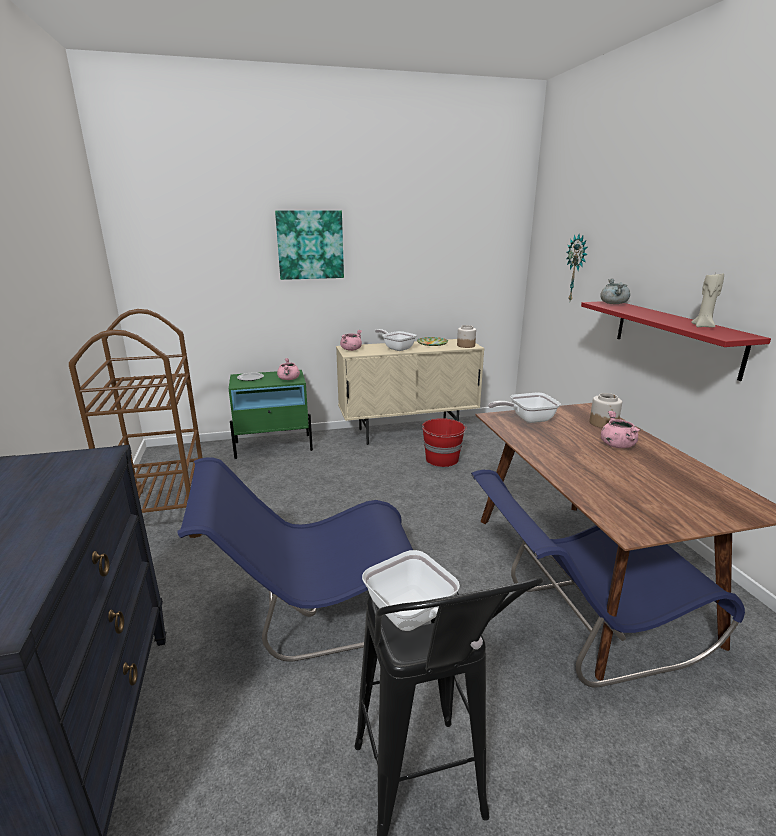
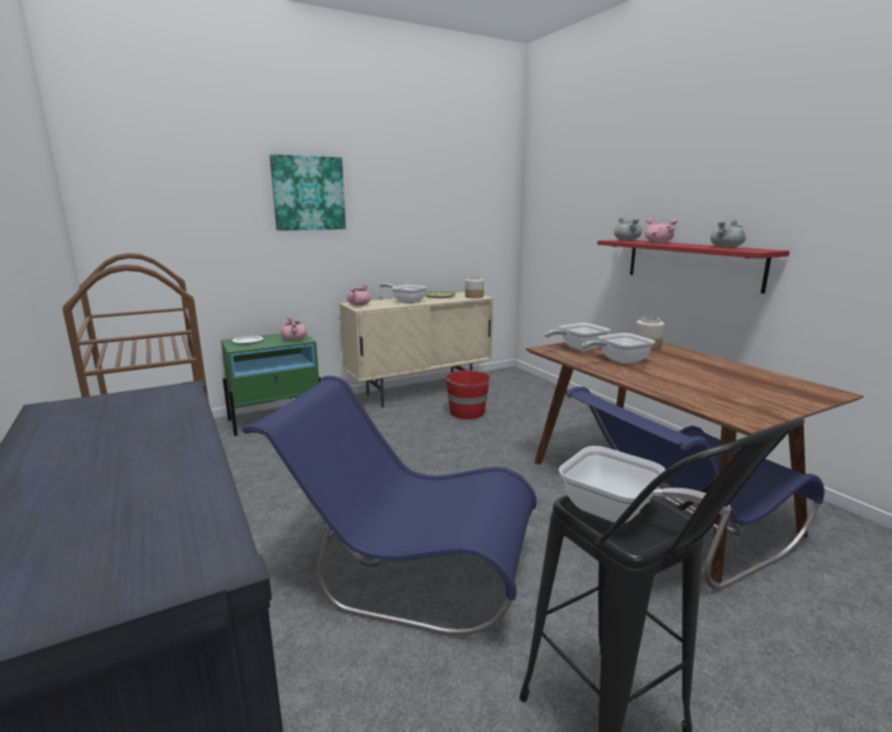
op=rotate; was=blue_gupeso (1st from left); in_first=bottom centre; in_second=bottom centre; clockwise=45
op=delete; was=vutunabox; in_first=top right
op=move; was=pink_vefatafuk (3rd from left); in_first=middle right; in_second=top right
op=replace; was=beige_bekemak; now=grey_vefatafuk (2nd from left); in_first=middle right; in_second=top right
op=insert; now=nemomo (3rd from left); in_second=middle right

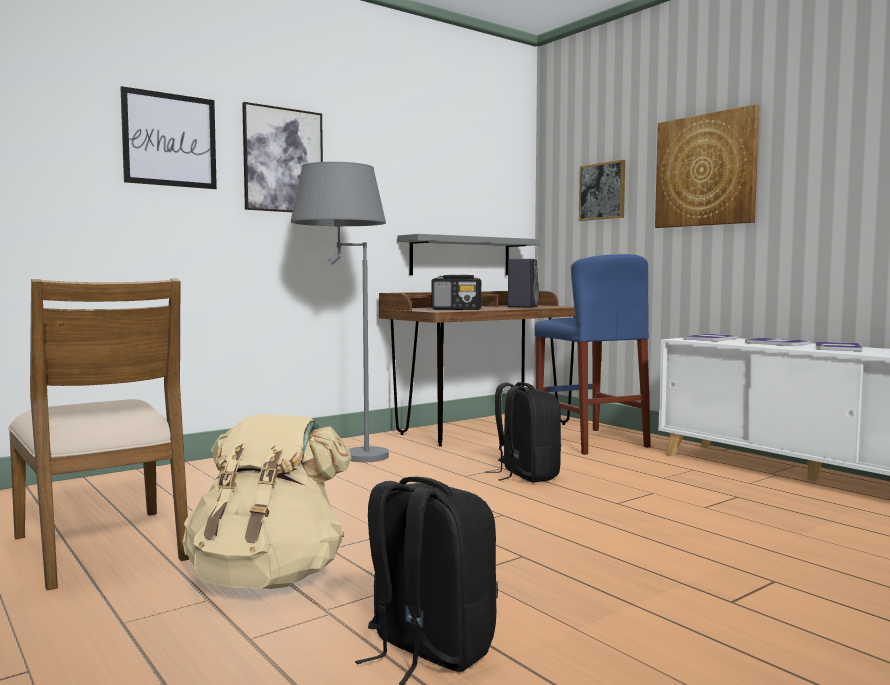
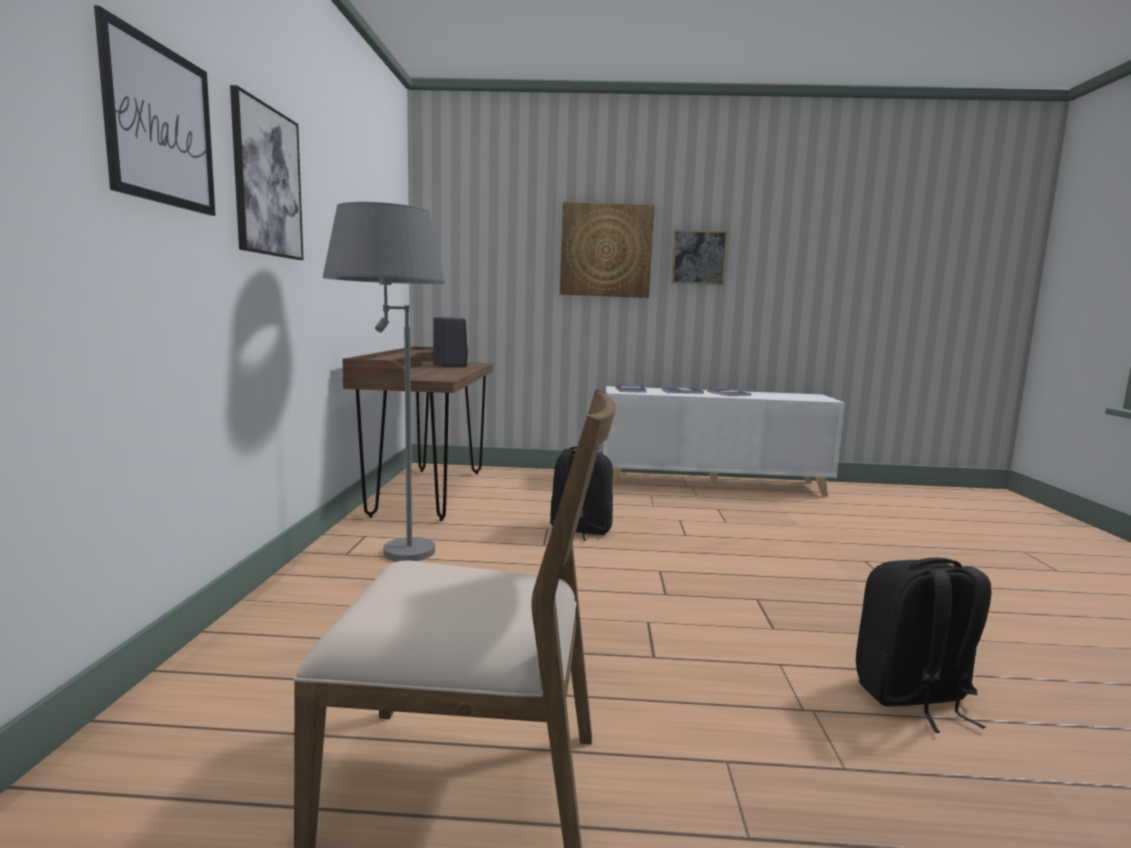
op=delete; was=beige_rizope; in_first=bottom left
op=delete; was=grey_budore; in_first=centre
op=delete; was=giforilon; in_first=centre
op=delete; was=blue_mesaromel; in_first=centre
op=move; was=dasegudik (3rd from left in the first image); now=dasegudik (4th from left); in_first=top right; in_second=top centre

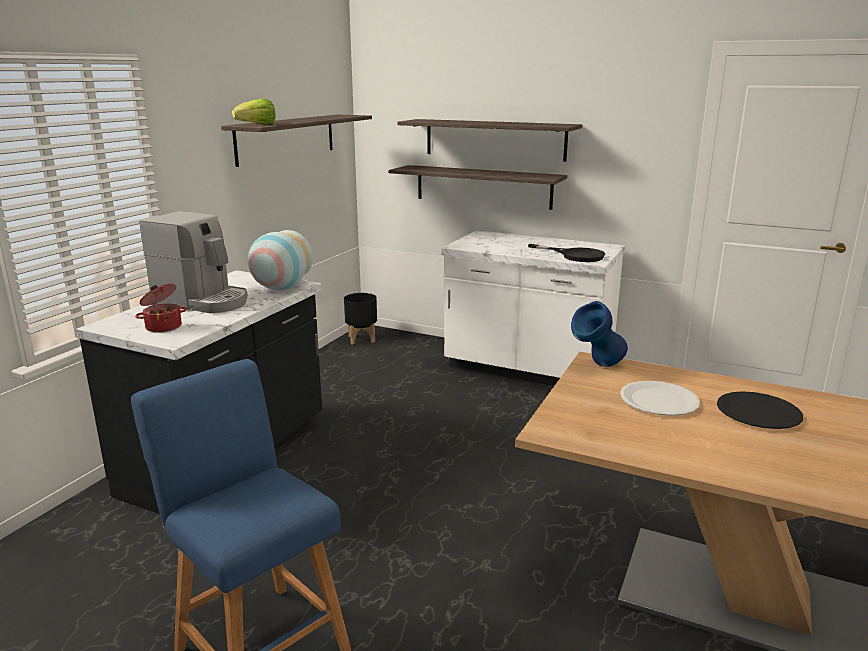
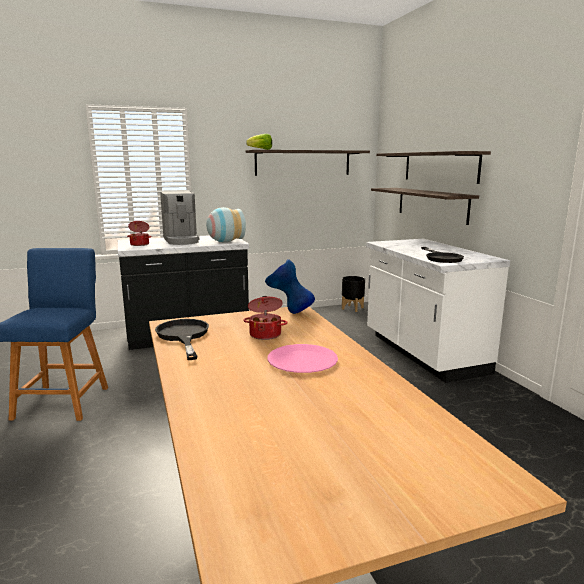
op=replace; was=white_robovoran; now=vefatafuk (2nd from left); in_first=middle right; in_second=centre
op=recolor; was=black_robovoran; now=pink_robovoran; in_first=middle right; in_second=centre
op=insert; now=black_nemomo (1st from left); in_second=middle left

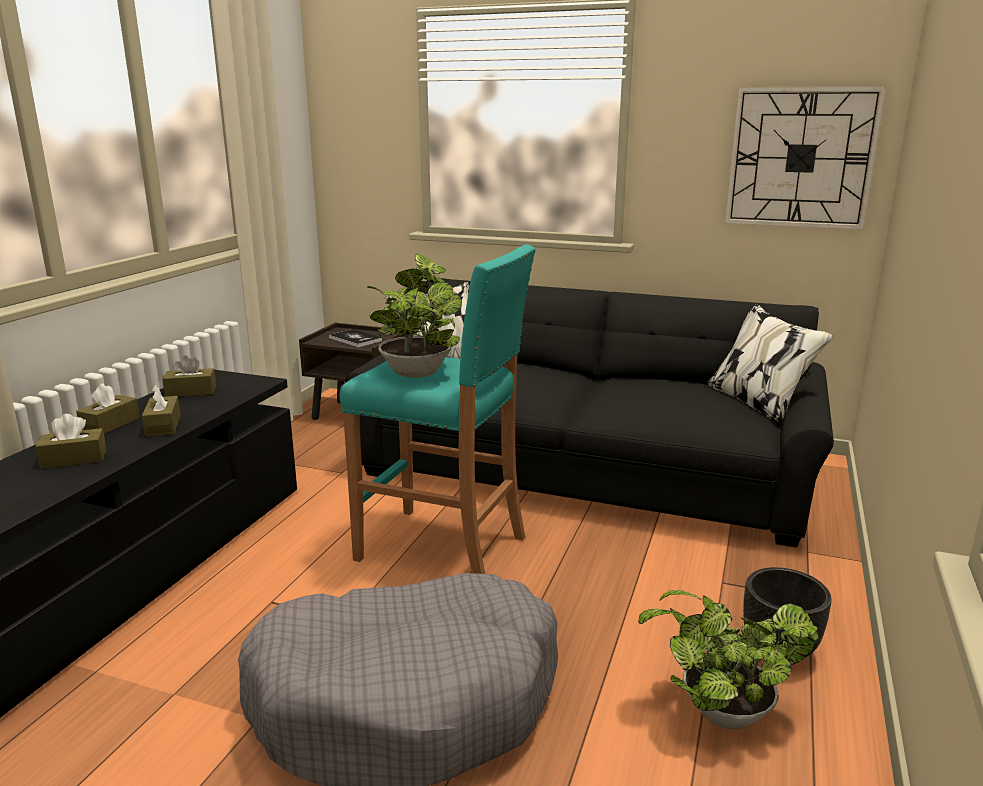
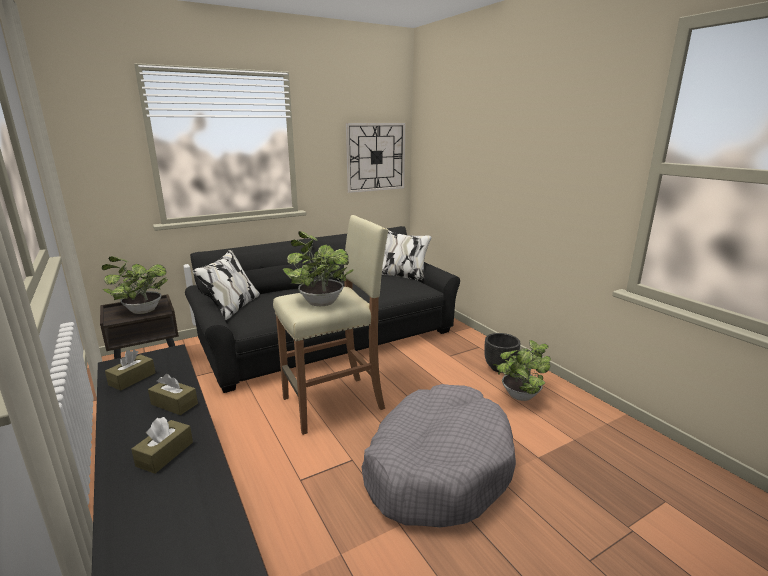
op=delete; was=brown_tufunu (2nd from left); in_first=middle left
op=replace; was=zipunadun; now=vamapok (1st from left); in_first=centre; in_second=middle left
op=recolor; was=turquoise_mesaromel; now=beige_mesaromel; in_first=centre; in_second=centre

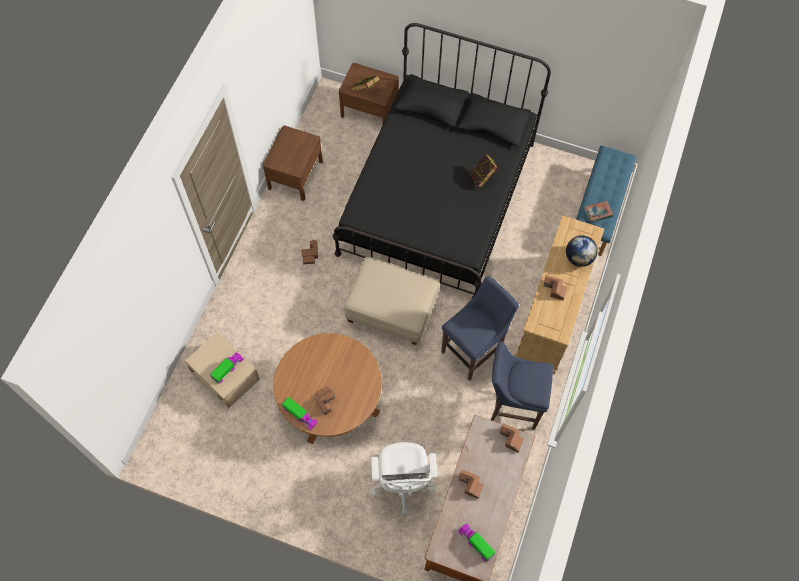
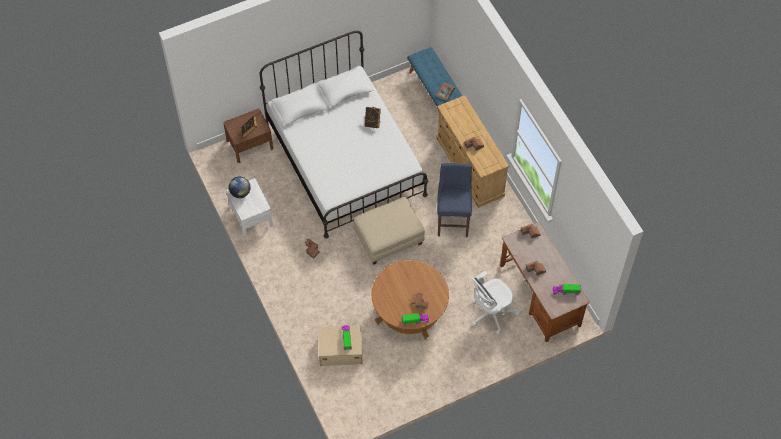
op=recolor; was=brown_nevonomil (1st from left); now=white_nevonomil; in_first=top centre; in_second=middle left
op=recolor; was=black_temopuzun; now=white_temopuzun; in_first=top centre; in_second=top centre
op=rotate; was=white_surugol; in_first=bottom centre; in_second=bottom centre; clockwise=105
op=delete; was=blue_mesaromel (2nd from left); in_first=centre
op=move; was=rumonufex; in_first=middle right; in_second=middle left

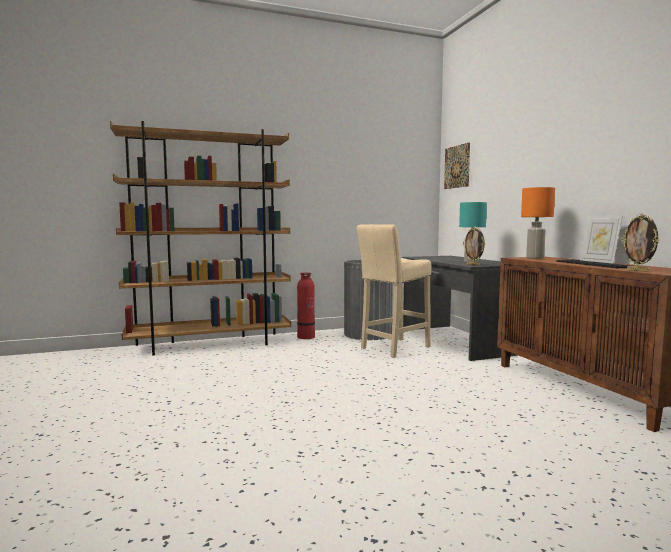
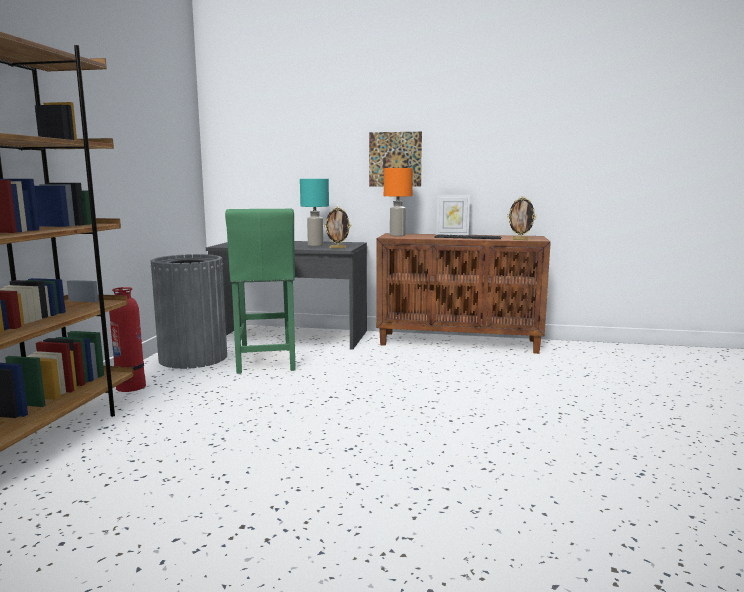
op=recolor; was=beige_mesaromel; now=green_mesaromel; in_first=centre; in_second=centre
op=move; was=dasegudik; in_first=top right; in_second=top centre

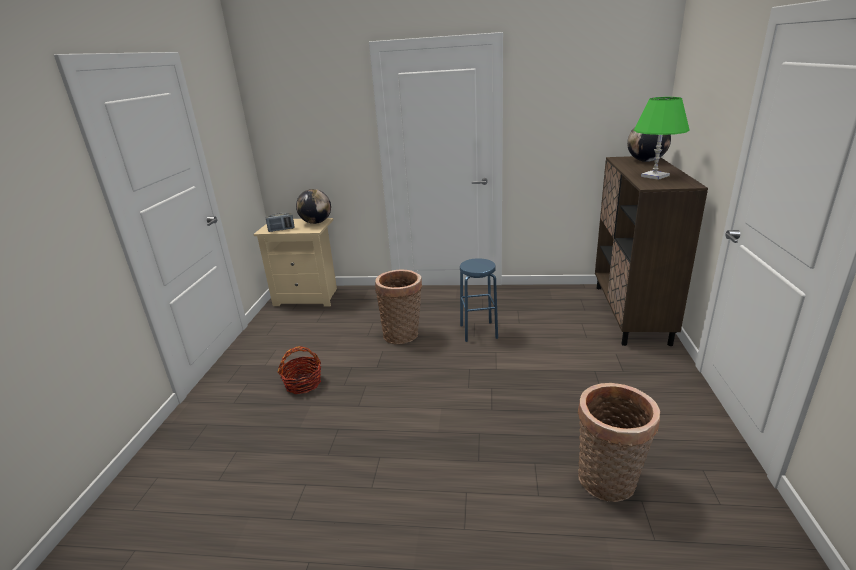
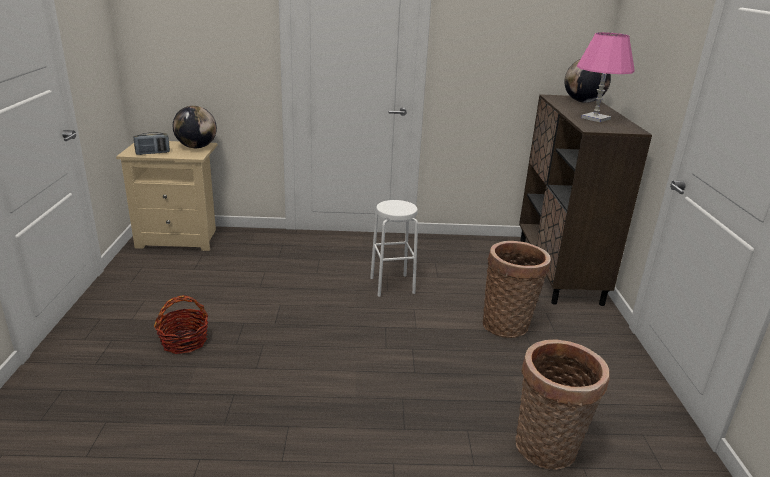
op=move; was=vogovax (2nd from left); in_first=centre; in_second=middle right
op=recolor; was=blue_mesaromel; now=white_mesaromel; in_first=centre; in_second=centre
op=recolor; was=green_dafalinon; now=pink_dafalinon; in_first=top right; in_second=top right

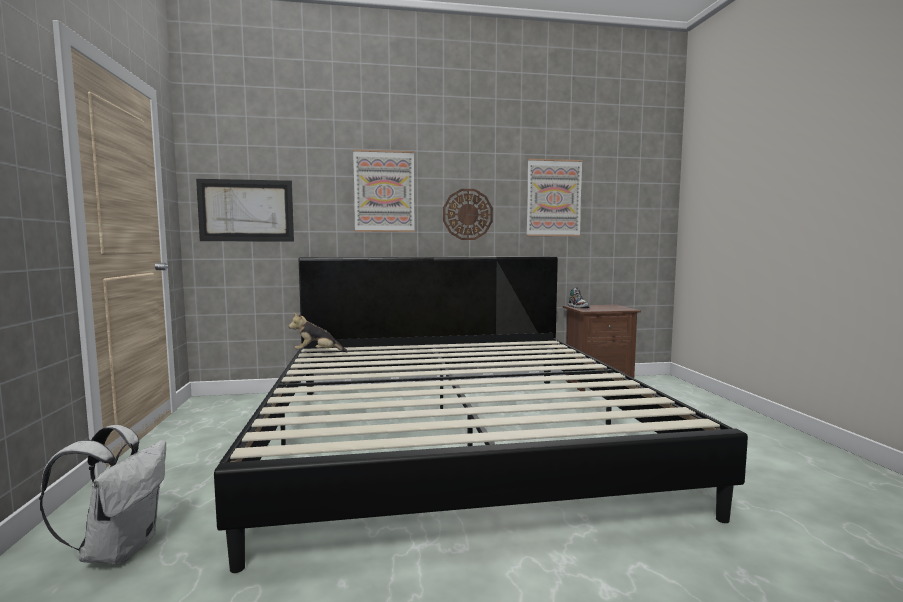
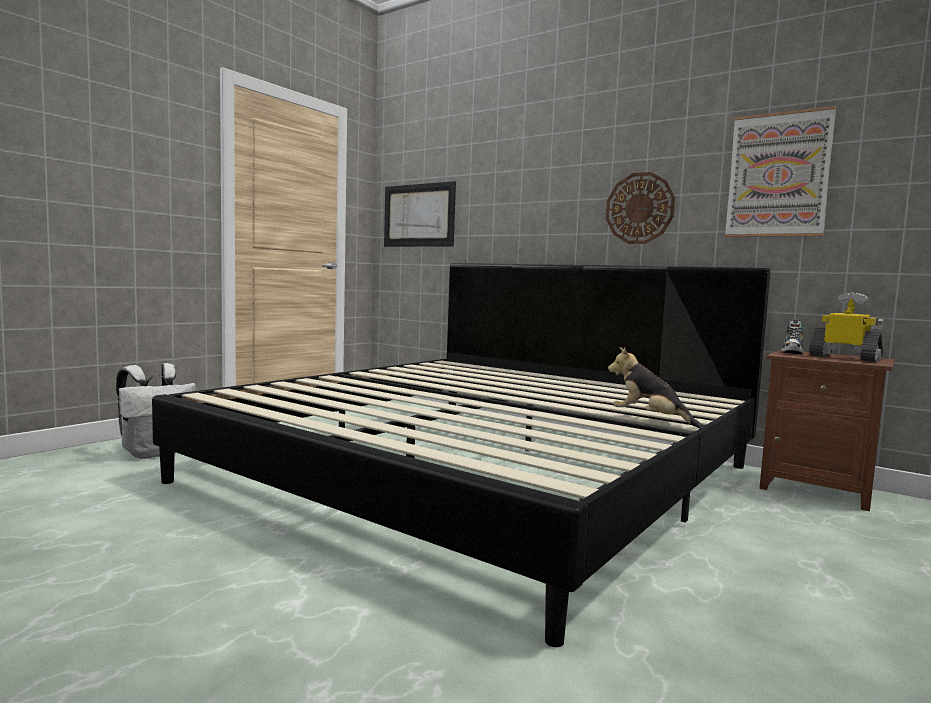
op=move; was=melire; in_first=centre; in_second=middle right
op=delete; was=dasegudik (2nd from left); in_first=top centre
op=insert; now=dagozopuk; in_second=middle right

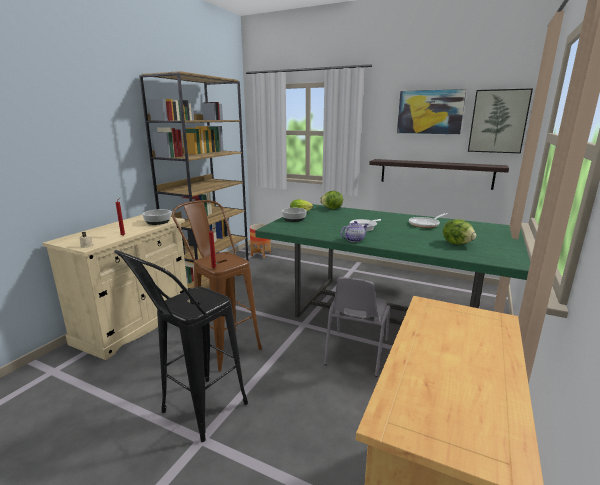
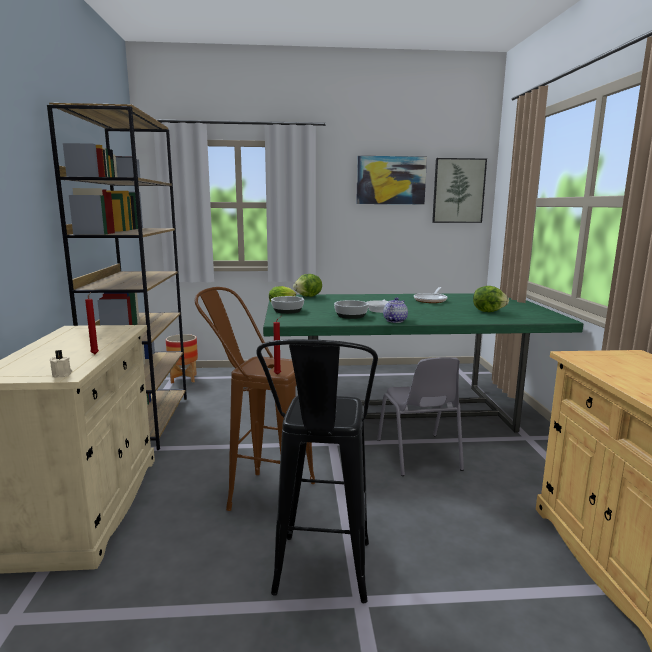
op=move; was=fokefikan (1st from left in the first image); now=fokefikan (2nd from left); in_first=middle left; in_second=centre
op=delete; was=budore; in_first=middle right

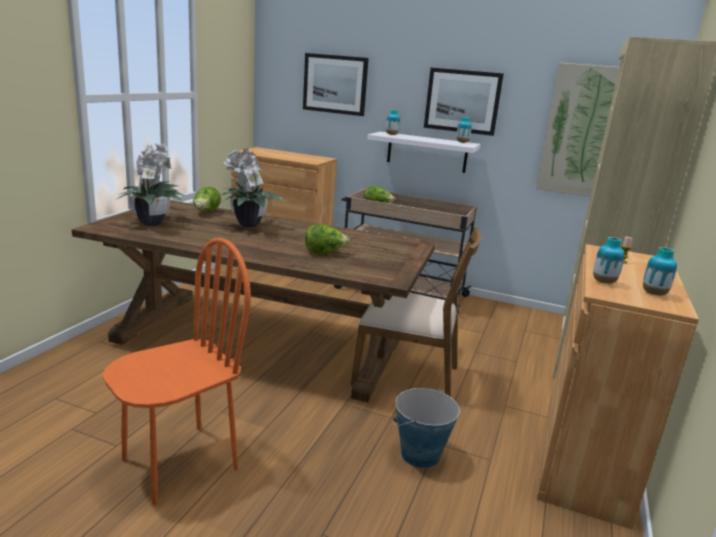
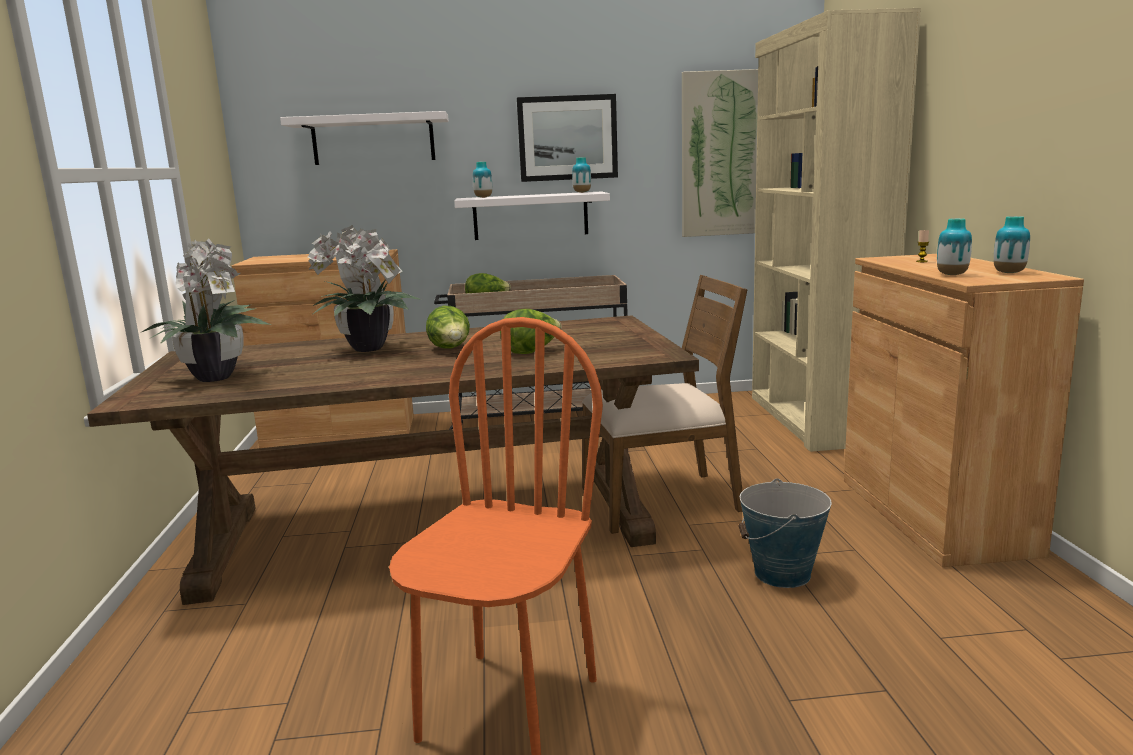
op=move; was=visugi (1st from left); in_first=middle left; in_second=centre
op=replace; was=dasegudik (1st from left); now=white_budore (1st from left); in_first=top centre; in_second=top left

